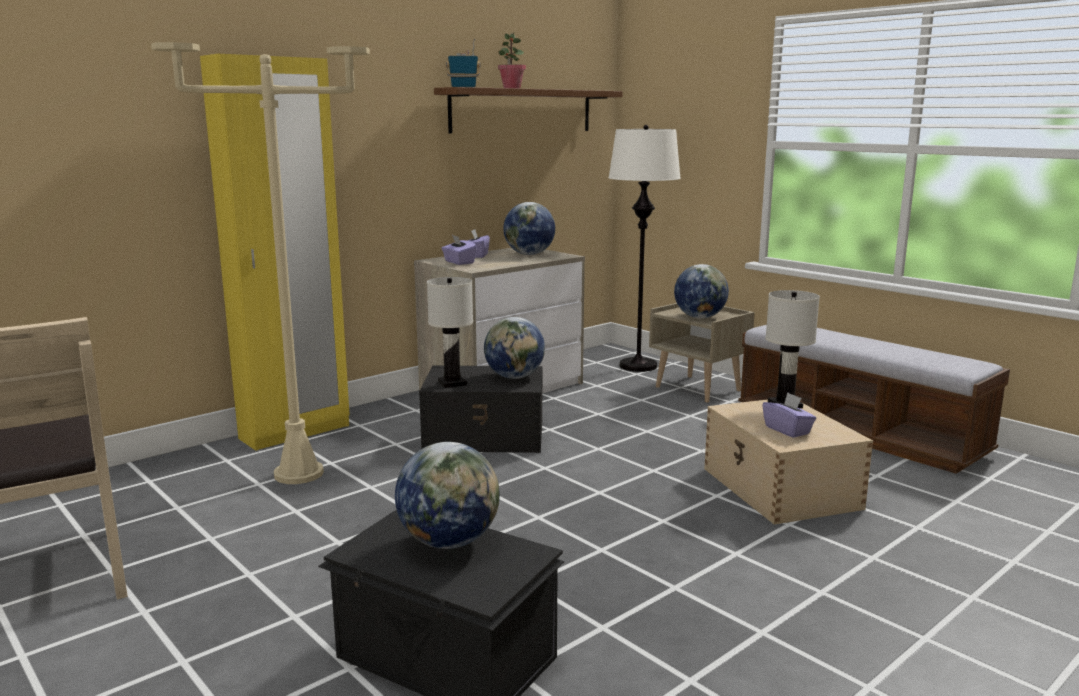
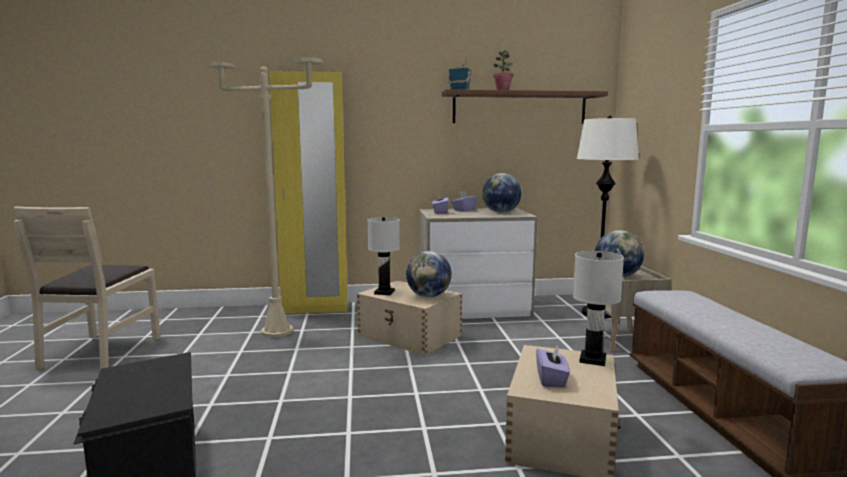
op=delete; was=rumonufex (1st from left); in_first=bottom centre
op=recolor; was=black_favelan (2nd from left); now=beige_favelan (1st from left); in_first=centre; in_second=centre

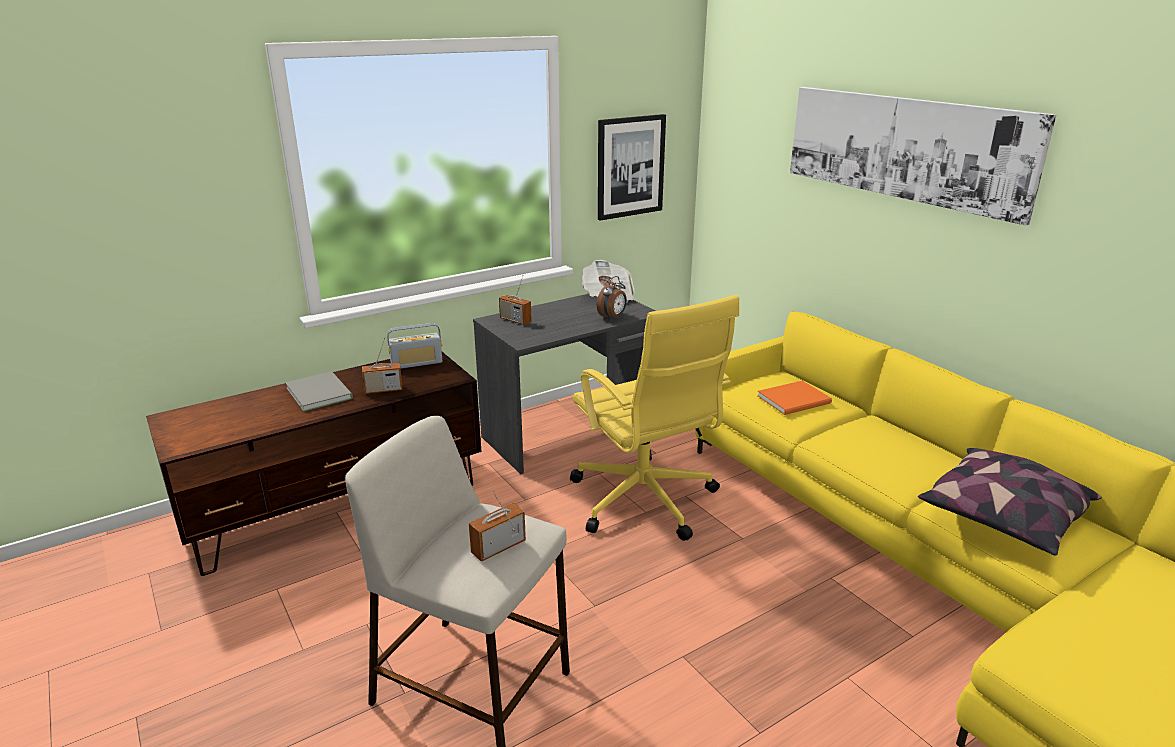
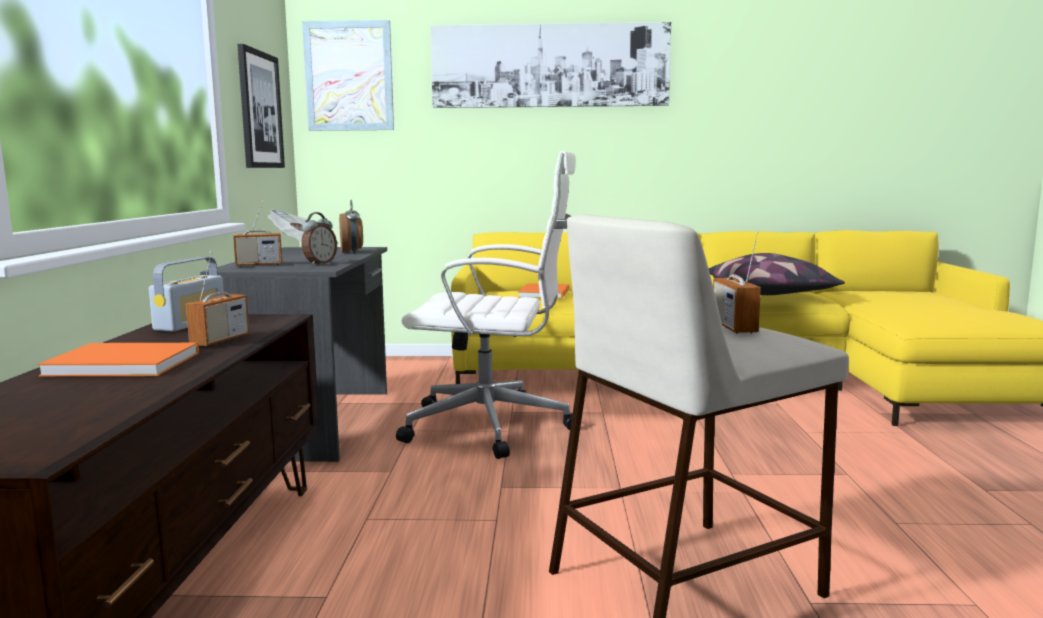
op=recolor; was=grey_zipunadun; now=orange_zipunadun (1st from left); in_first=middle left; in_second=middle left
op=recolor; was=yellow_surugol; now=white_surugol; in_first=centre; in_second=centre
op=insert; now=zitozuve (1st from left); in_second=middle left
op=insert; now=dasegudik (2nd from left); in_second=top centre

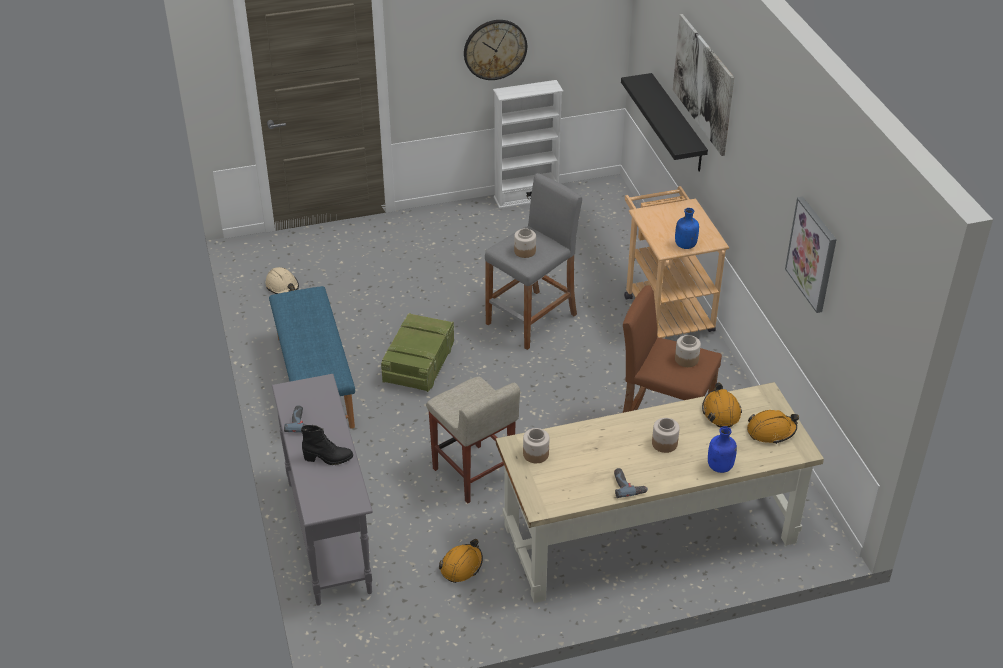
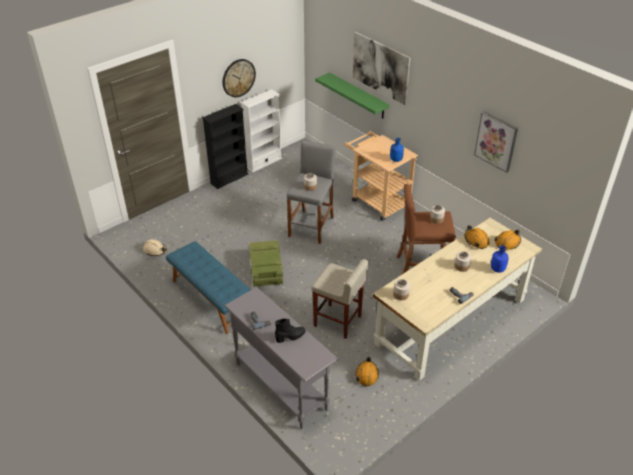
op=recolor; was=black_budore; now=green_budore; in_first=top centre; in_second=top centre
op=insert; now=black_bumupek; in_second=top centre

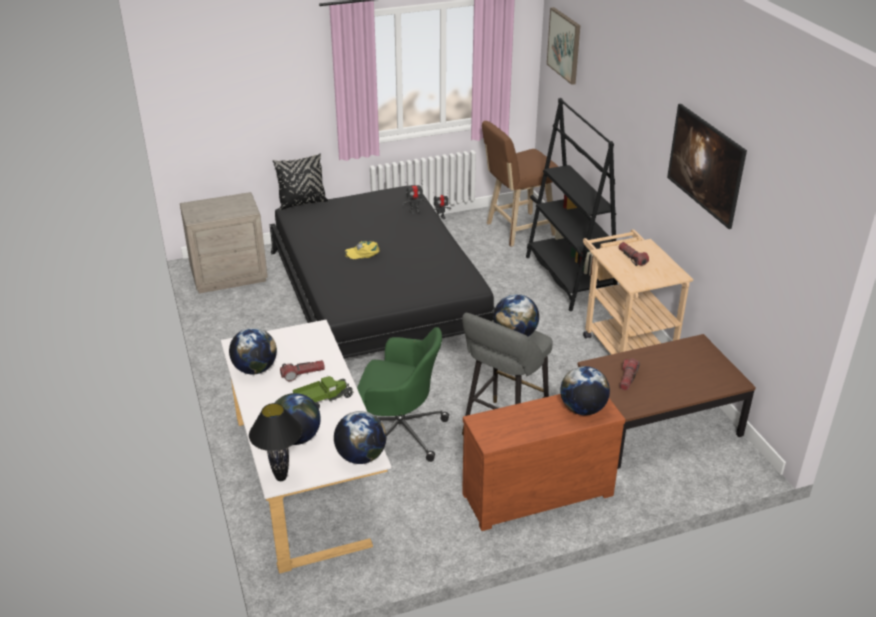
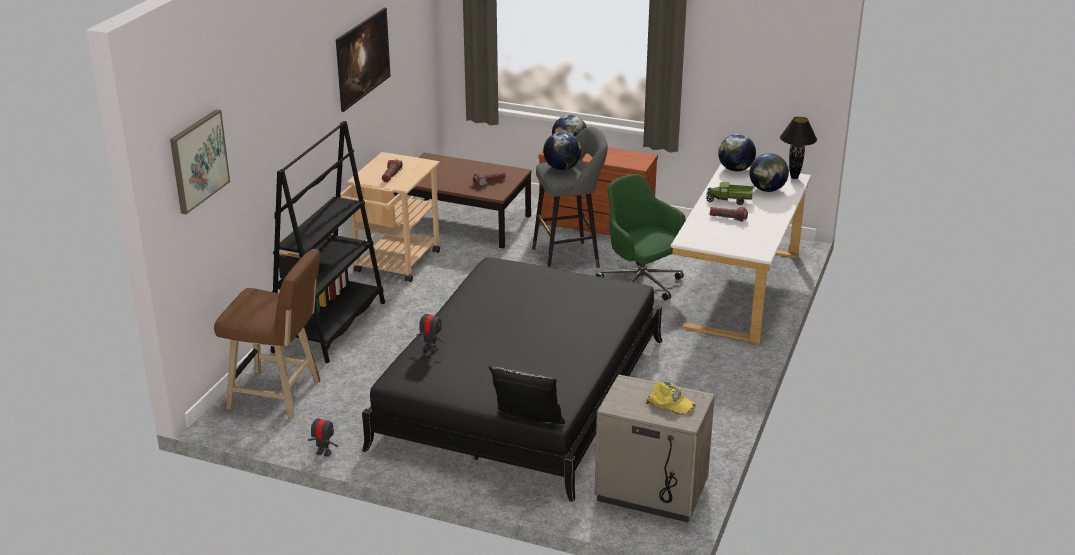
op=delete; was=rumonufex (1st from left); in_first=middle left
op=move; was=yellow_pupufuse; in_first=centre; in_second=bottom centre

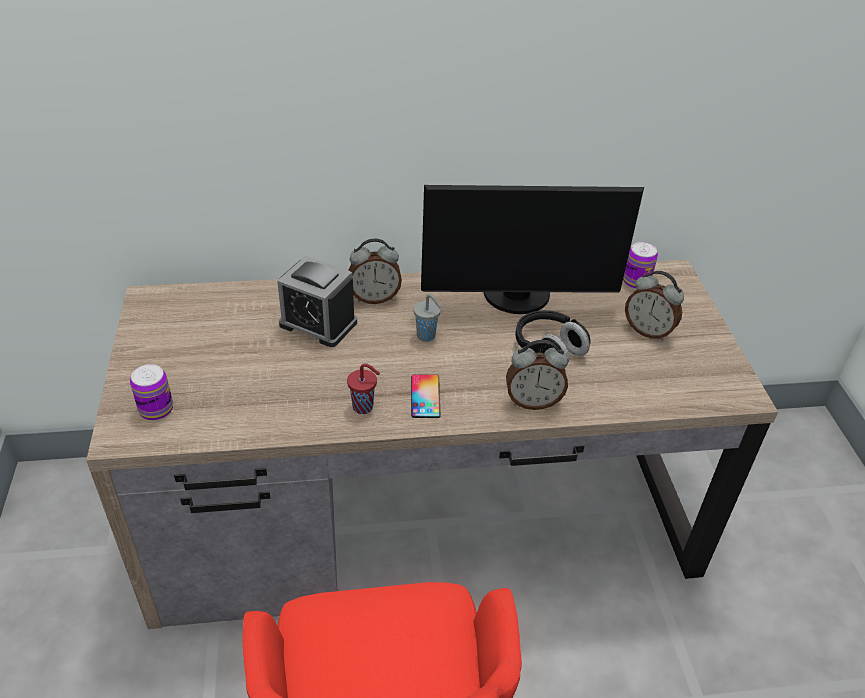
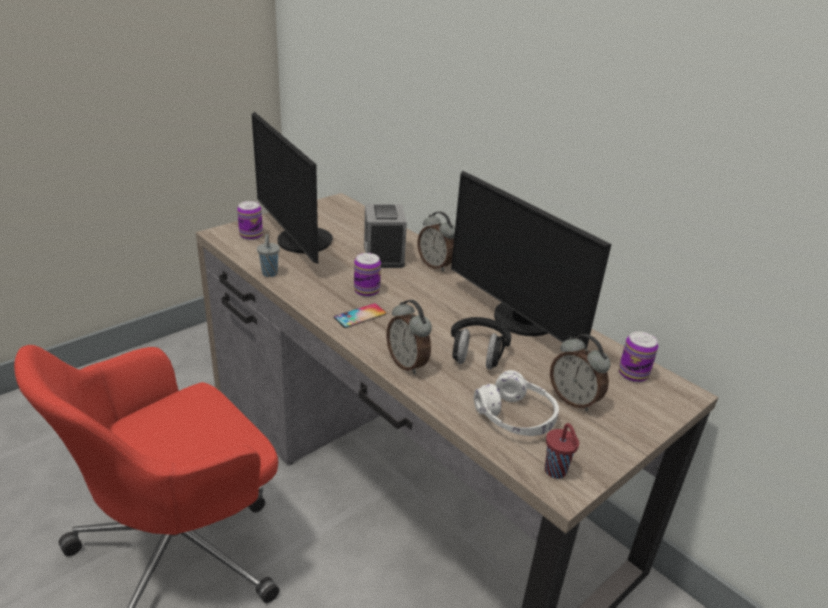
op=move; was=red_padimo; in_first=centre; in_second=bottom right
op=move; was=grey_padimo; in_first=centre; in_second=middle left
op=rotate; was=zitozuve (4th from left); in_first=middle right; in_second=middle right; clockwise=-45
op=insert; now=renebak (1st from left); in_second=top centre
op=insert; now=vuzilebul (2nd from left); in_second=centre
op=insert; now=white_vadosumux; in_second=centre

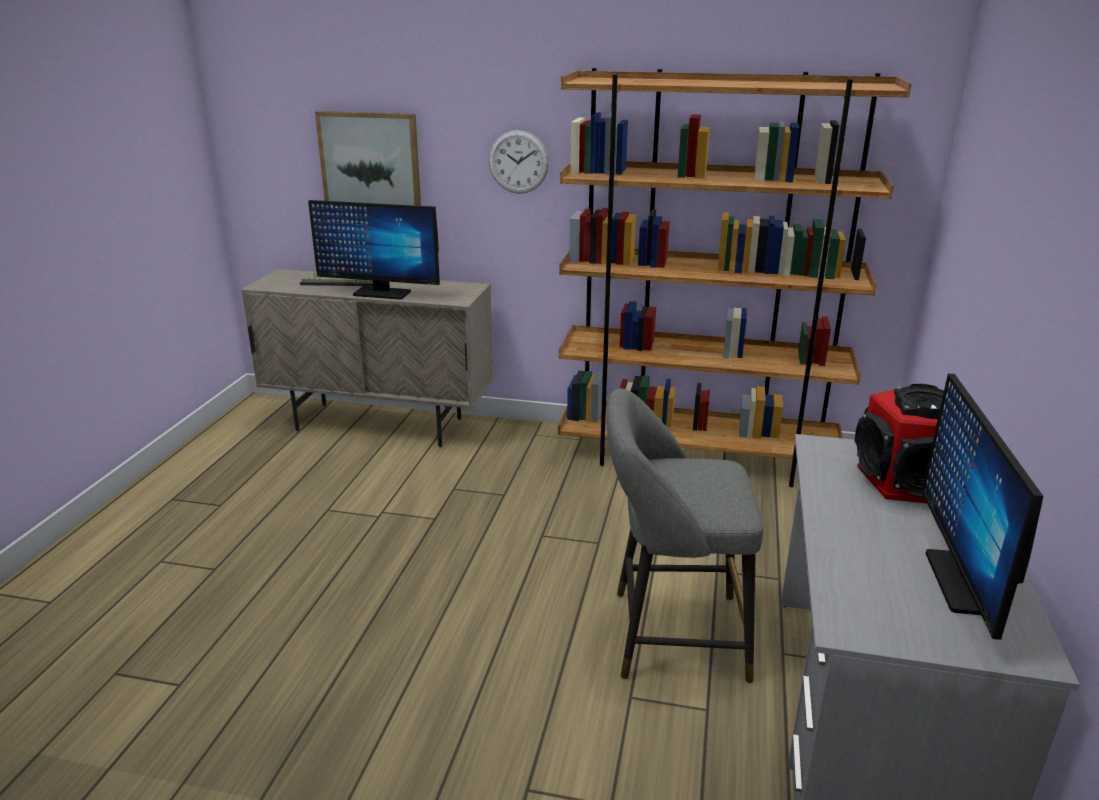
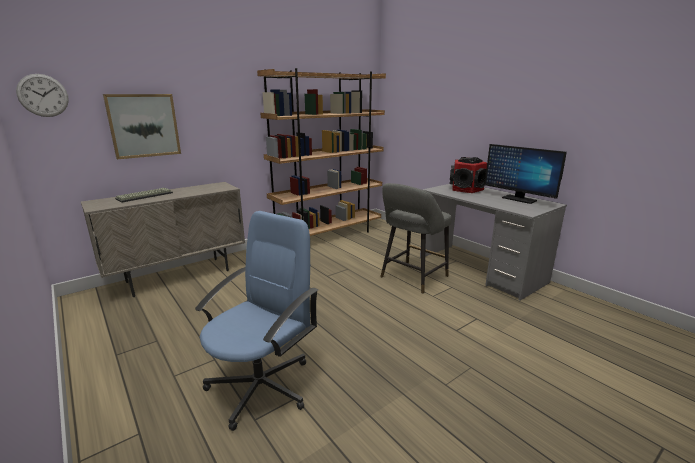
op=delete; was=renebak (1st from left); in_first=top centre
op=move; was=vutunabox; in_first=top centre; in_second=top left
op=insert; now=blue_surugol; in_second=bottom centre

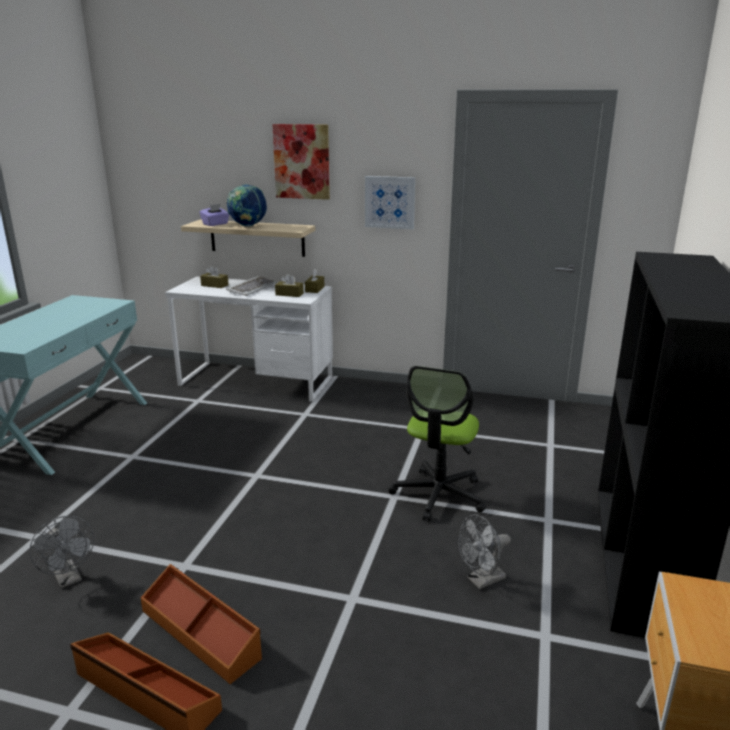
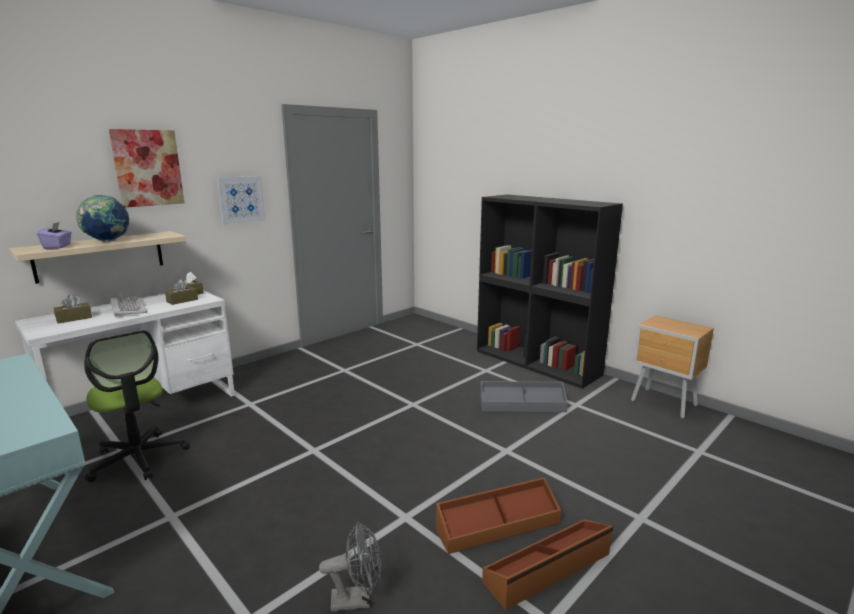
op=move; was=surugol; in_first=centre; in_second=middle left
op=replace; was=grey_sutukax (2nd from left); now=grey_favelan; in_first=bottom centre; in_second=centre

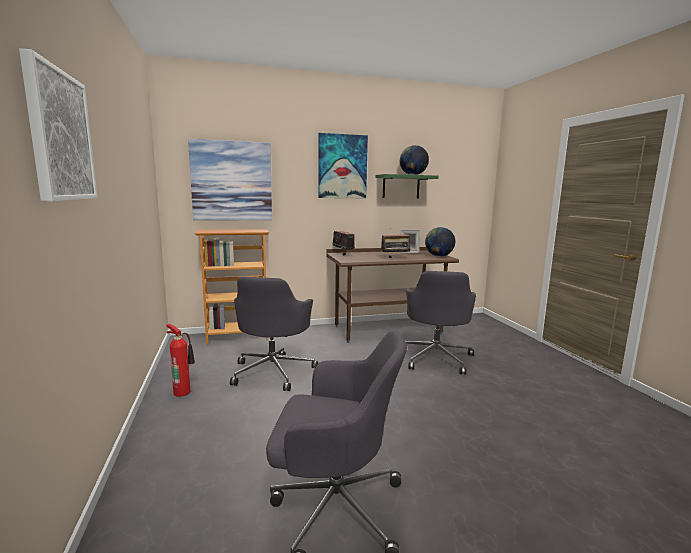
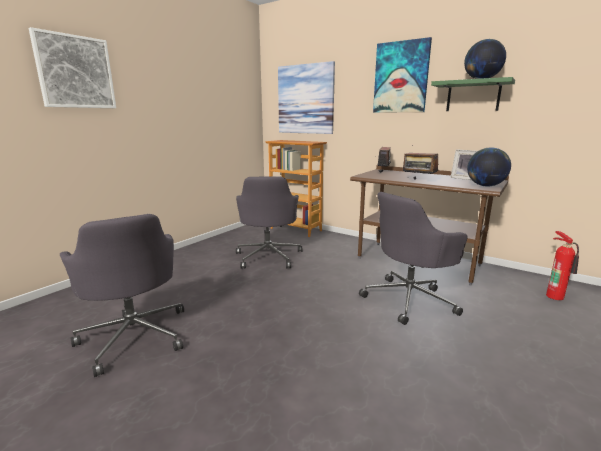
op=move; was=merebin; in_first=middle left; in_second=middle right
op=rotate; was=grey_surugol (1st from left in the first image); in_first=centre; in_second=centre; clockwise=-60

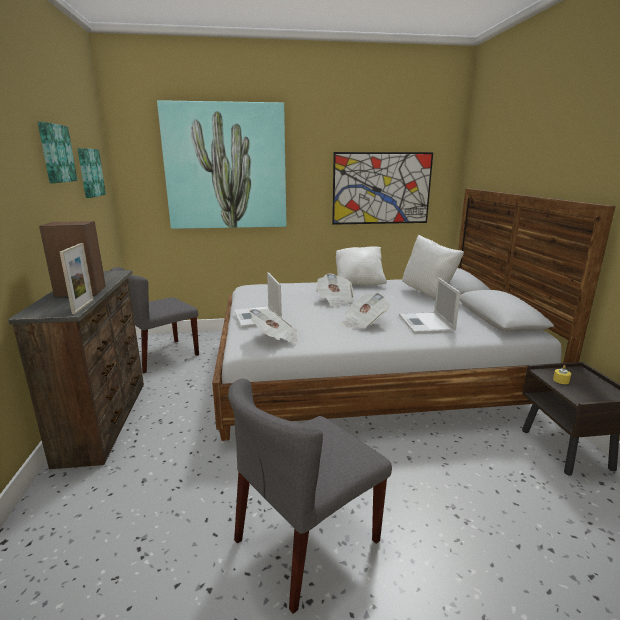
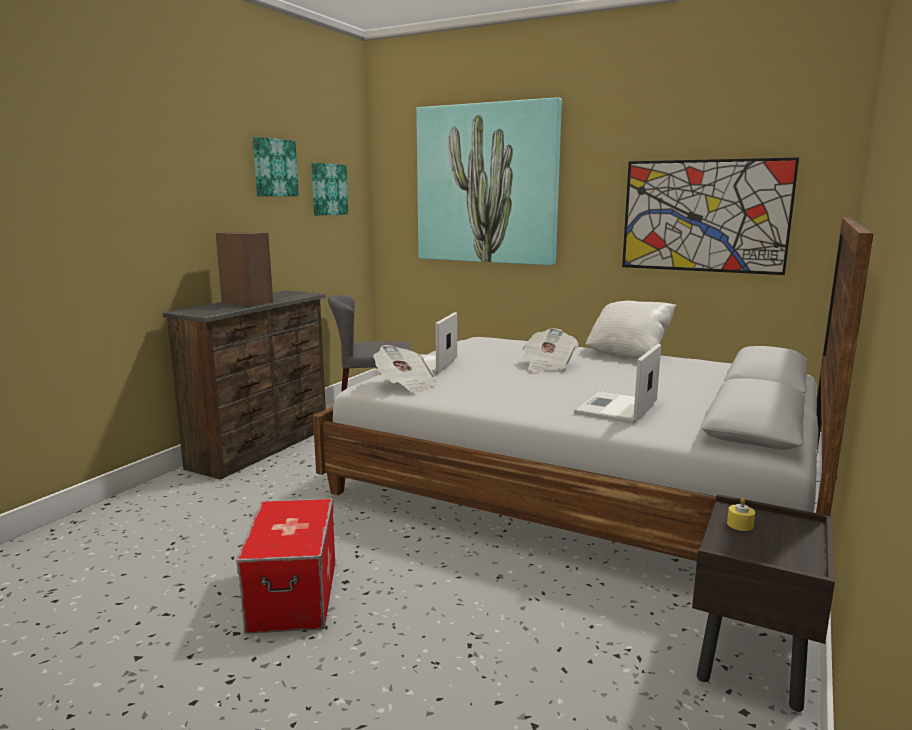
op=delete; was=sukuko; in_first=middle left
op=replace; was=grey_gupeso (2nd from left); now=favelan; in_first=bottom centre; in_second=bottom left
op=delete; was=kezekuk (3rd from left); in_first=centre
op=delete; was=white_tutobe (2nd from left); in_first=middle right

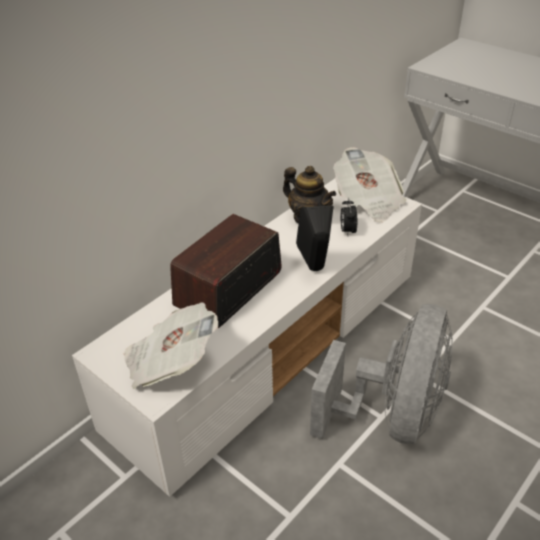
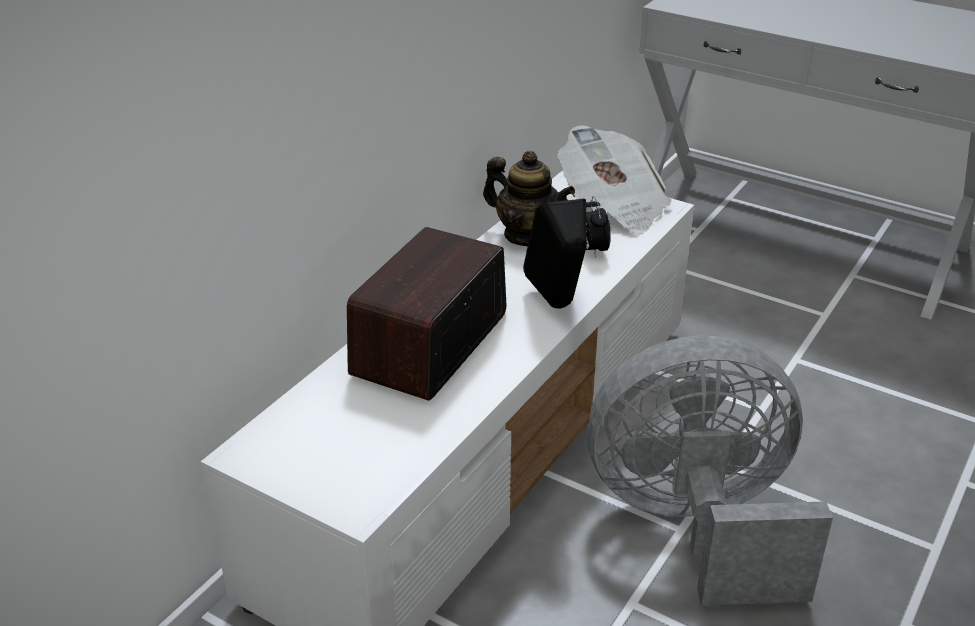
op=delete; was=kezekuk (1st from left); in_first=middle left
op=rotate; was=grey_sutukax; in_first=bottom right; in_second=bottom right; clockwise=-105

